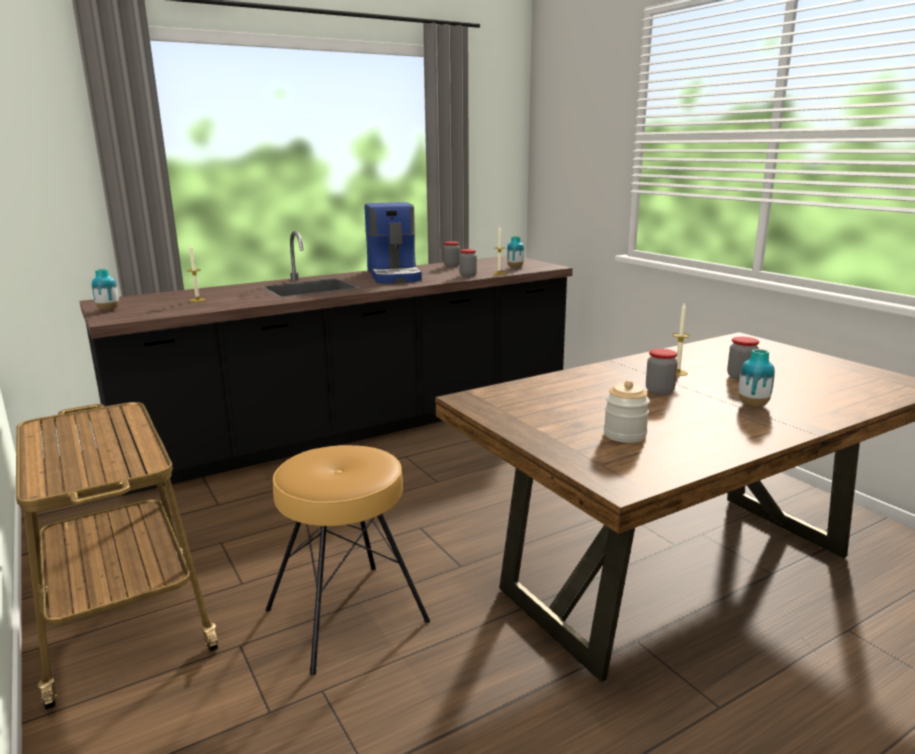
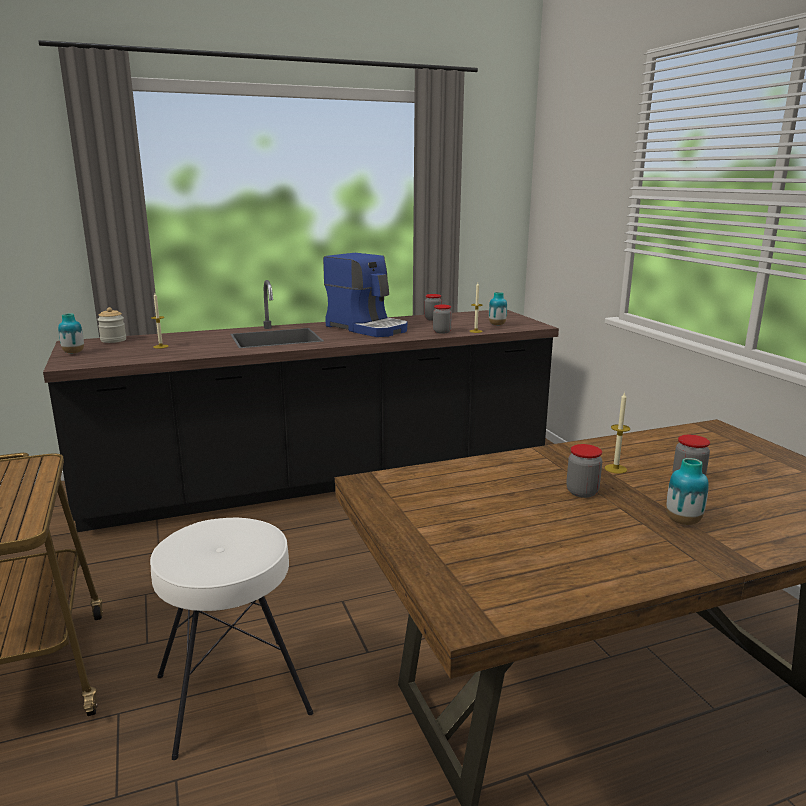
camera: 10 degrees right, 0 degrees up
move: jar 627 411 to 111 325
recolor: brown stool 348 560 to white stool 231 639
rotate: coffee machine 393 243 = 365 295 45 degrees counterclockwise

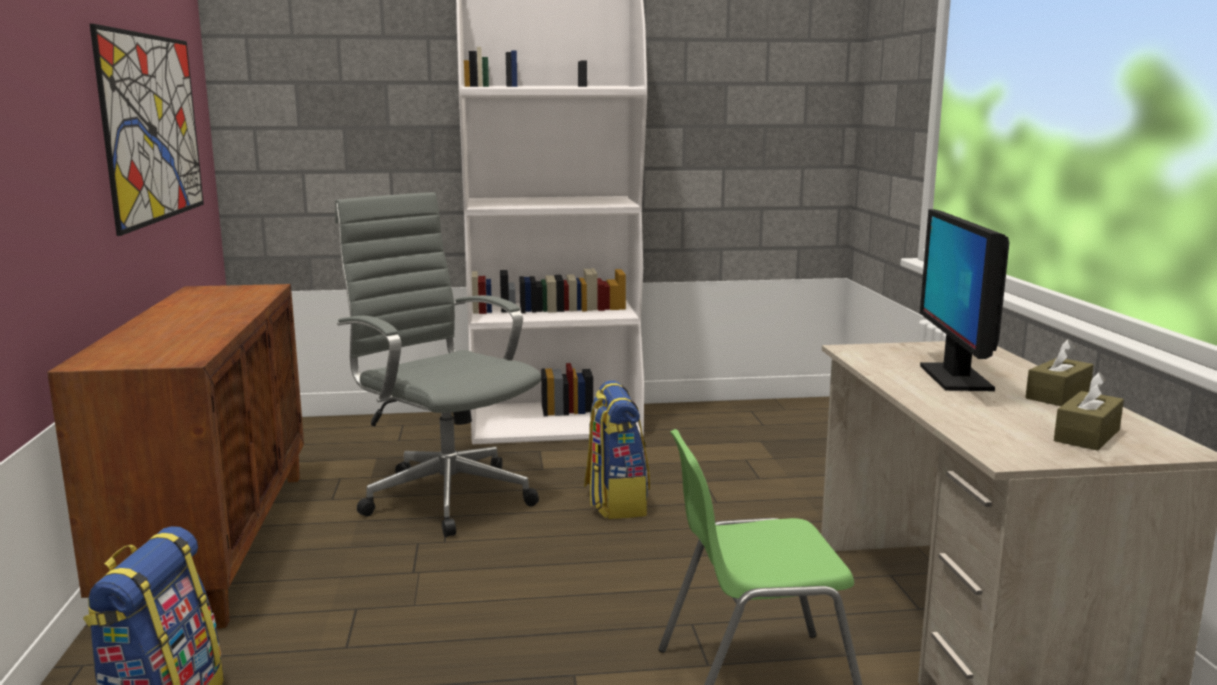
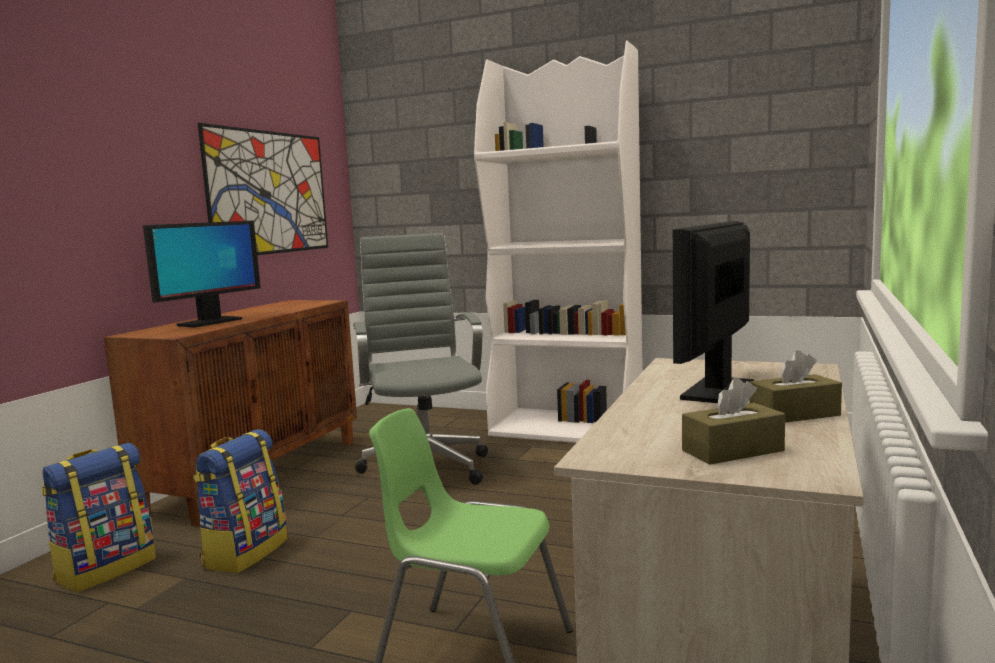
camera: 30 degrees right, 5 degrees down
insert: monitor 202 274
move: backpack 617 450 to 240 501

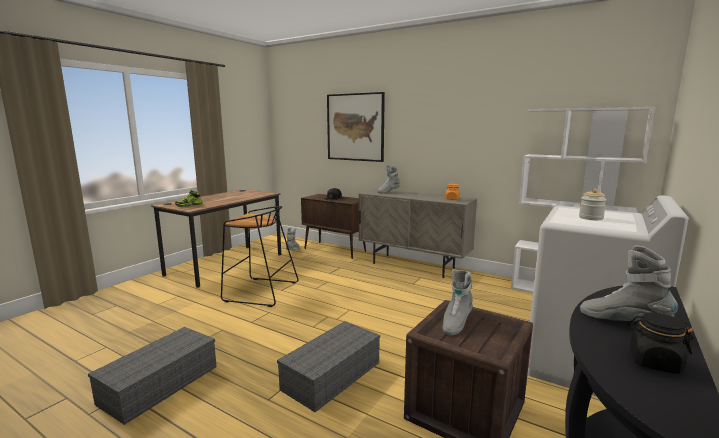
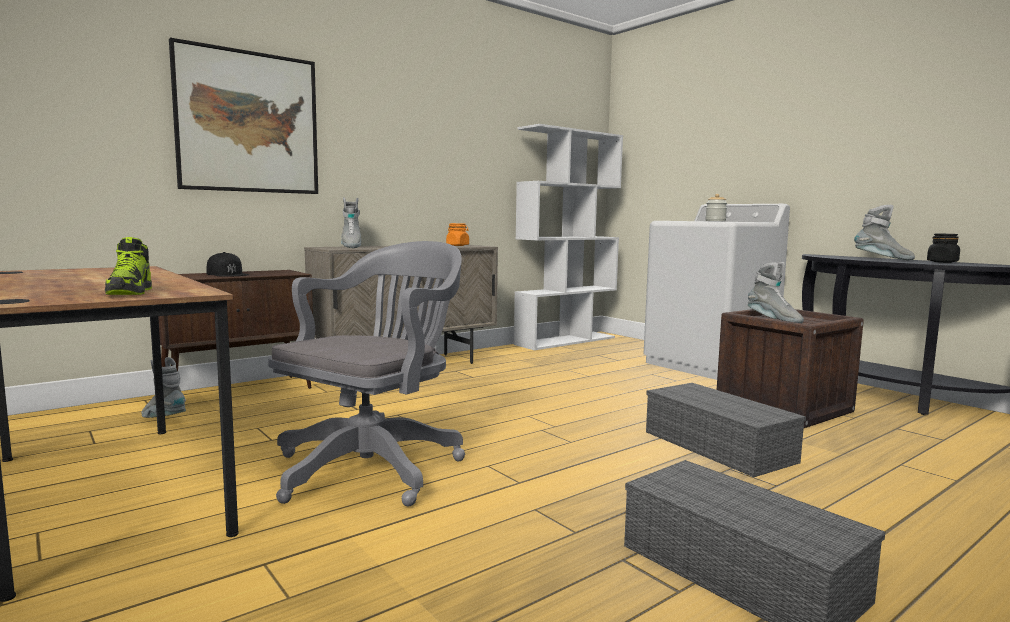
camera: 70 degrees left, 5 degrees down
replace: black stool 259 256 to grey office chair 366 374
rotate: grey boot 629 283 = 884 232 135 degrees counterclockwise

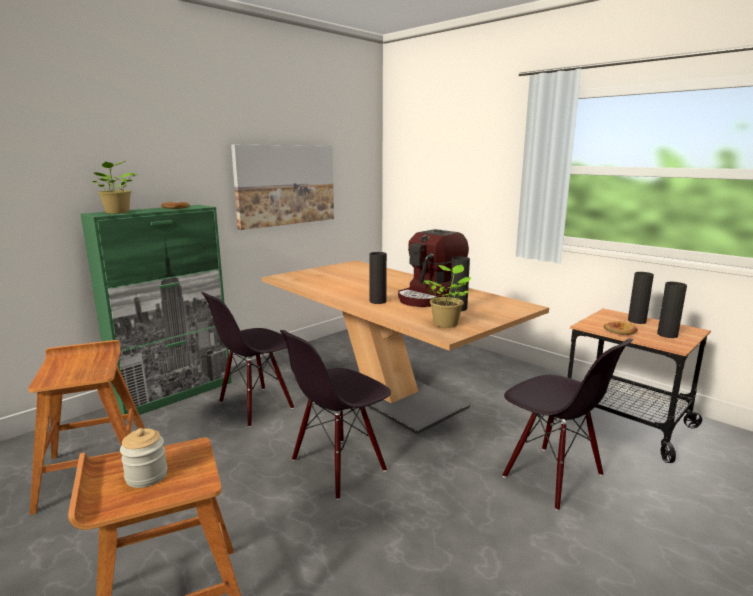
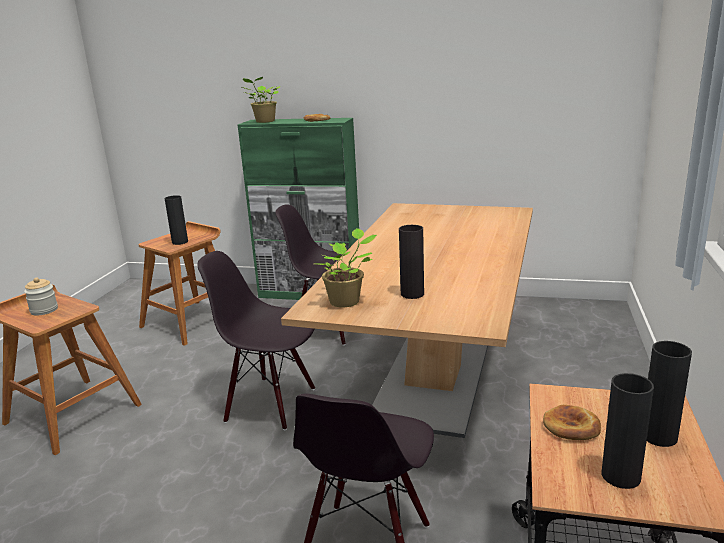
camera: 60 degrees right, 5 degrees up
delete: picture 282 187; coffee machine 433 268
move: black vase 378 278 to 176 220

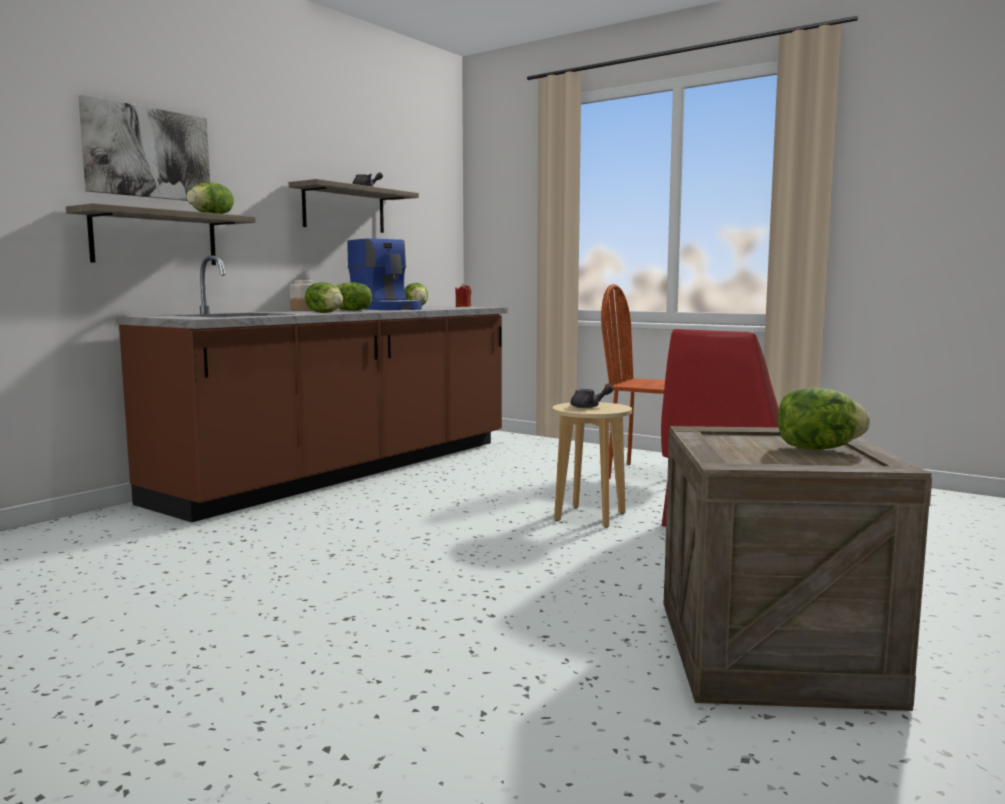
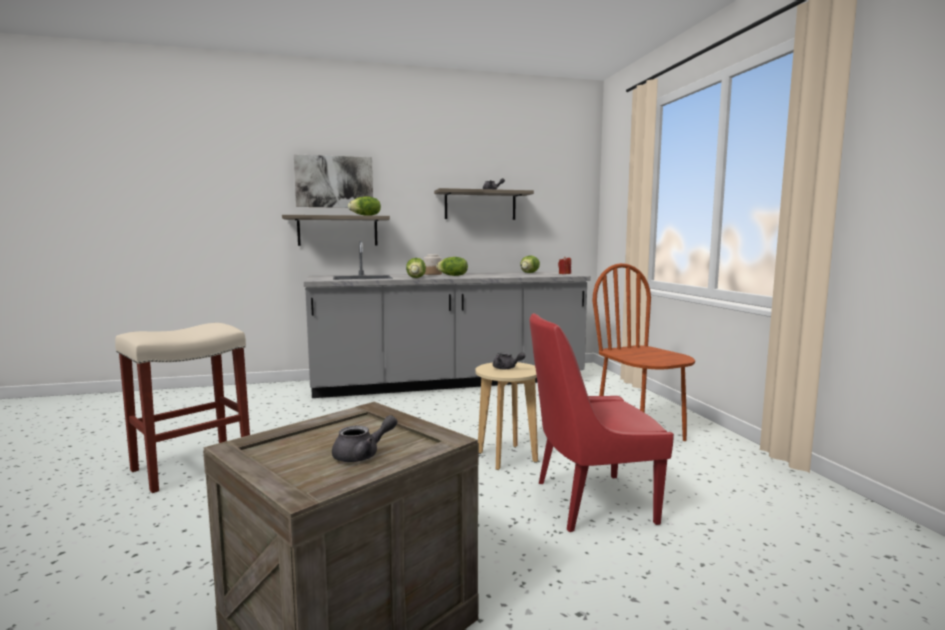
camera: 40 degrees right, 0 degrees up
delete: coffee machine 384 274
insert: beige stool 182 408
replace: lettuce 824 418 to grey teapot 364 438
recolor: brown counter 312 389 to grey counter 447 319

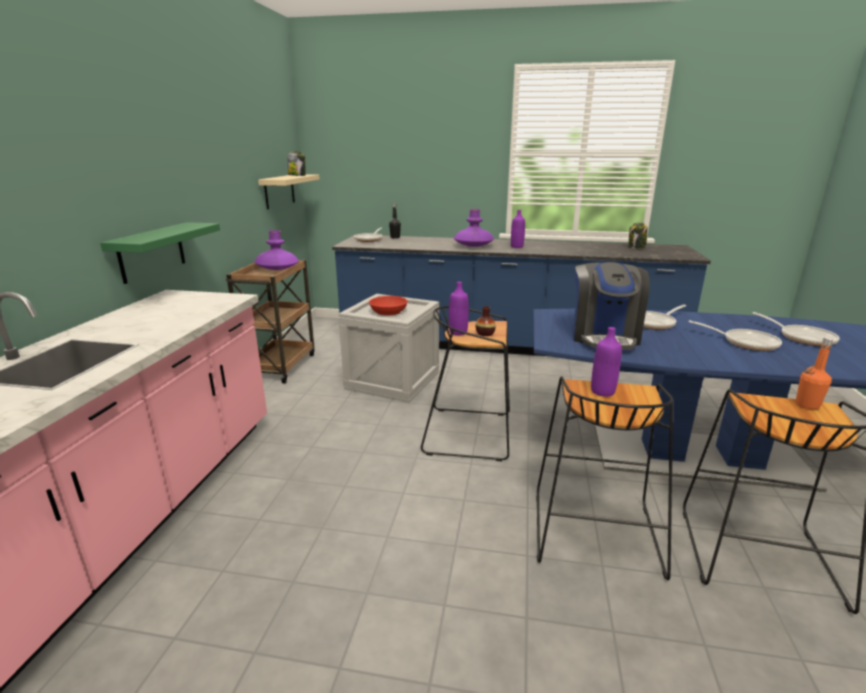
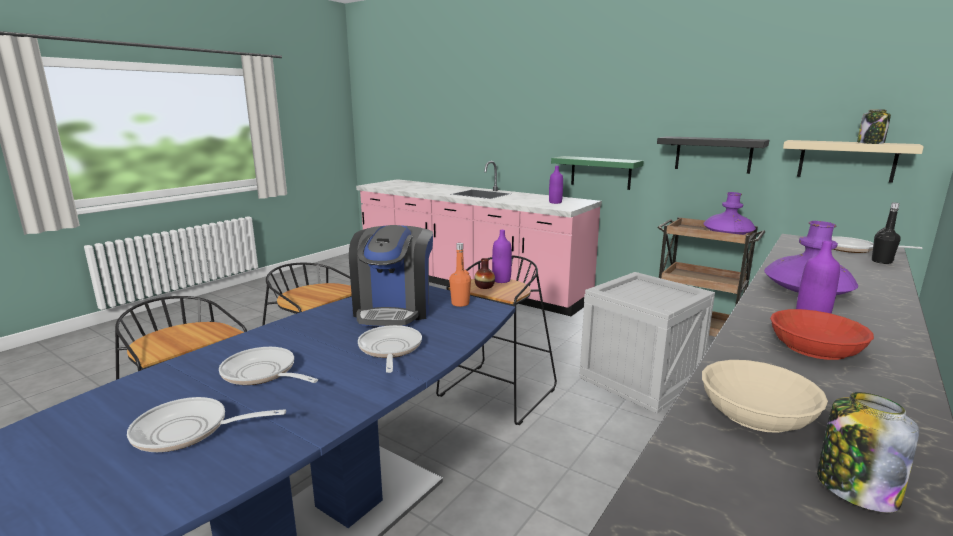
camera: 115 degrees right, 5 degrees down
insert: black shelf 713 155; beige bowl 765 396
move: red bowl 388 305 to 822 334; purple bottle 606 362 to 556 185; orange bottle 814 373 to 460 275
rotate: coffee machine 611 306 = 391 275 120 degrees counterclockwise; frying pan 735 335 = 268 366 60 degrees clockwise

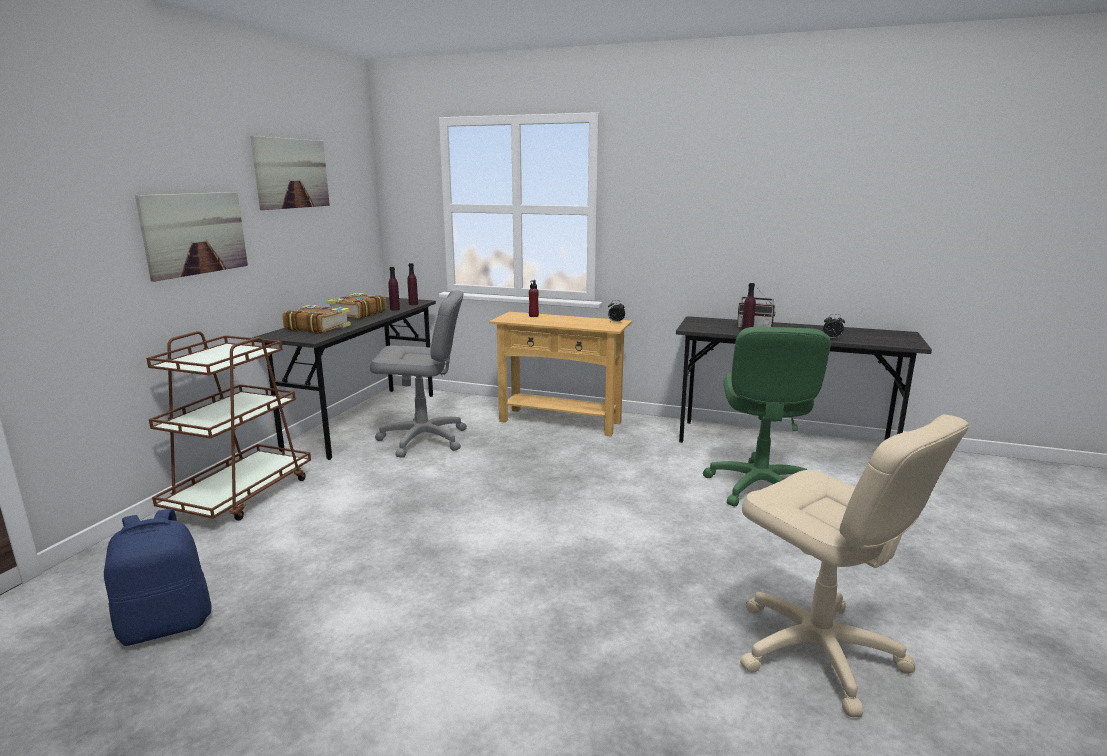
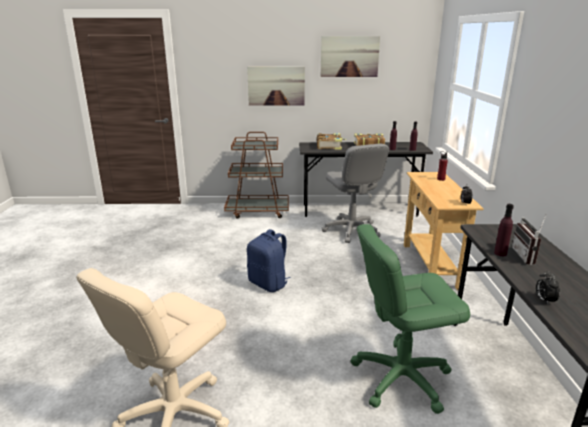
camera: 70 degrees right, 5 degrees up
move: blue backpack 158 577 to 269 260

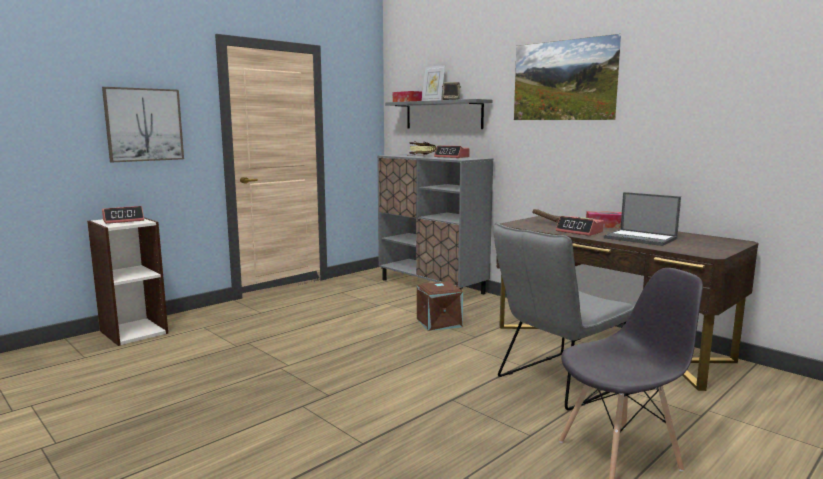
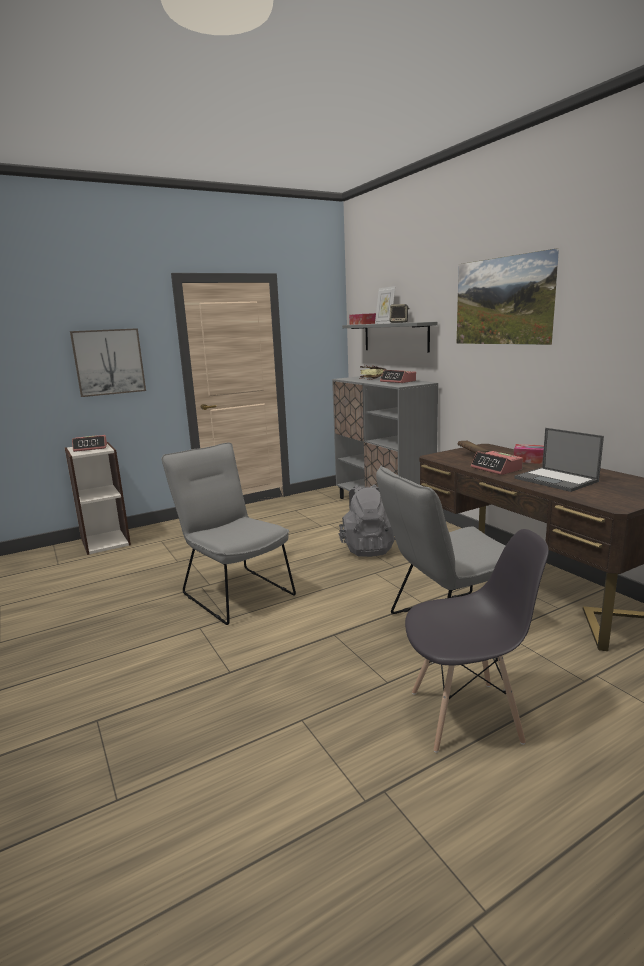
camera: 15 degrees right, 5 degrees up
insert: grey chair 228 534
replace: brown storage box 440 306 to grey backpack 367 520

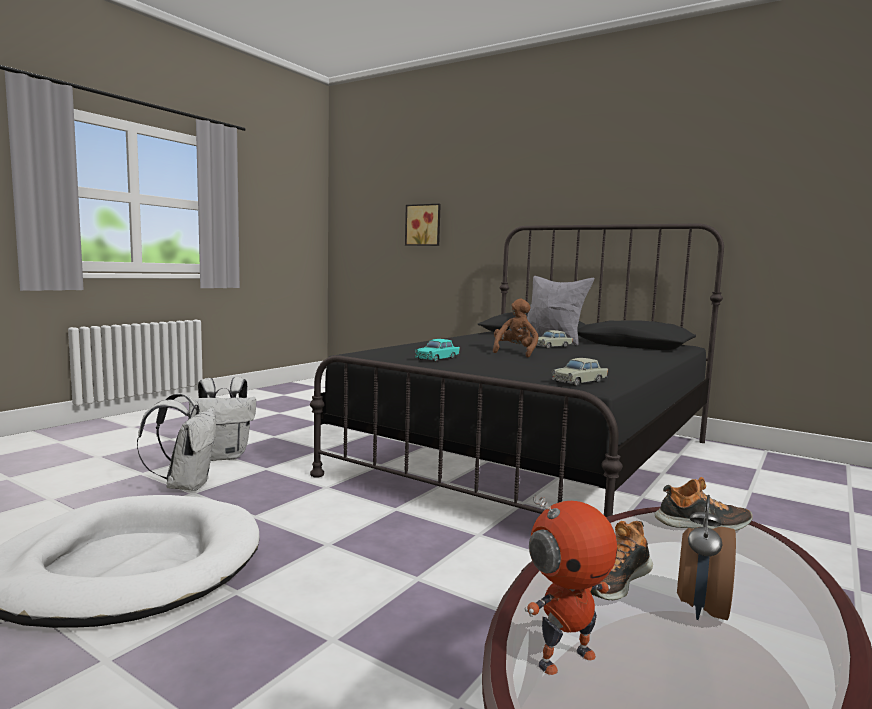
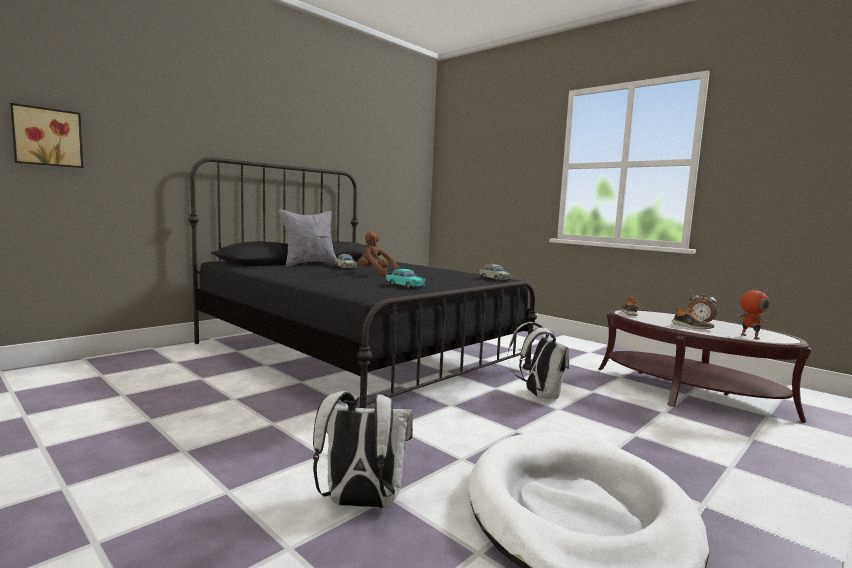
camera: 80 degrees left, 0 degrees up
move: white backpack 222 419 to 538 361

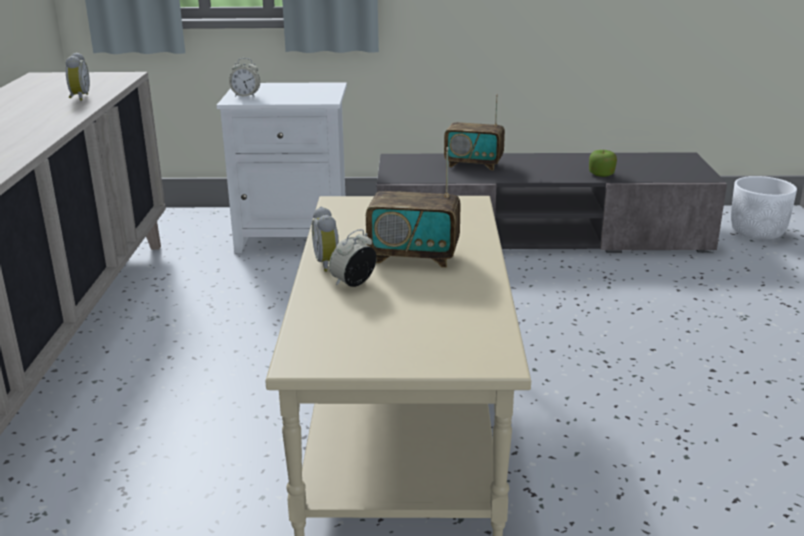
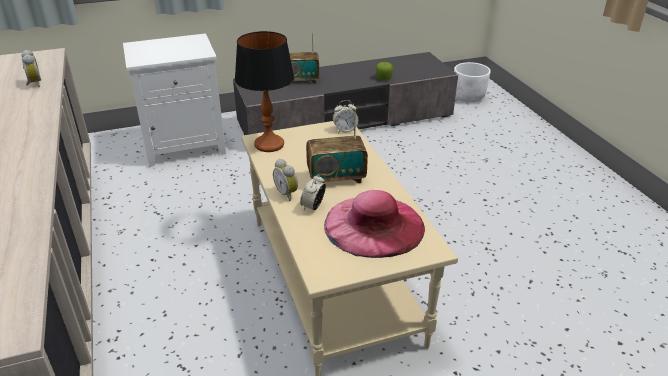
camera: 20 degrees left, 10 degrees up
insert: table lamp 264 91; pink hat 374 224
move: alarm clock 244 77 to 345 116

